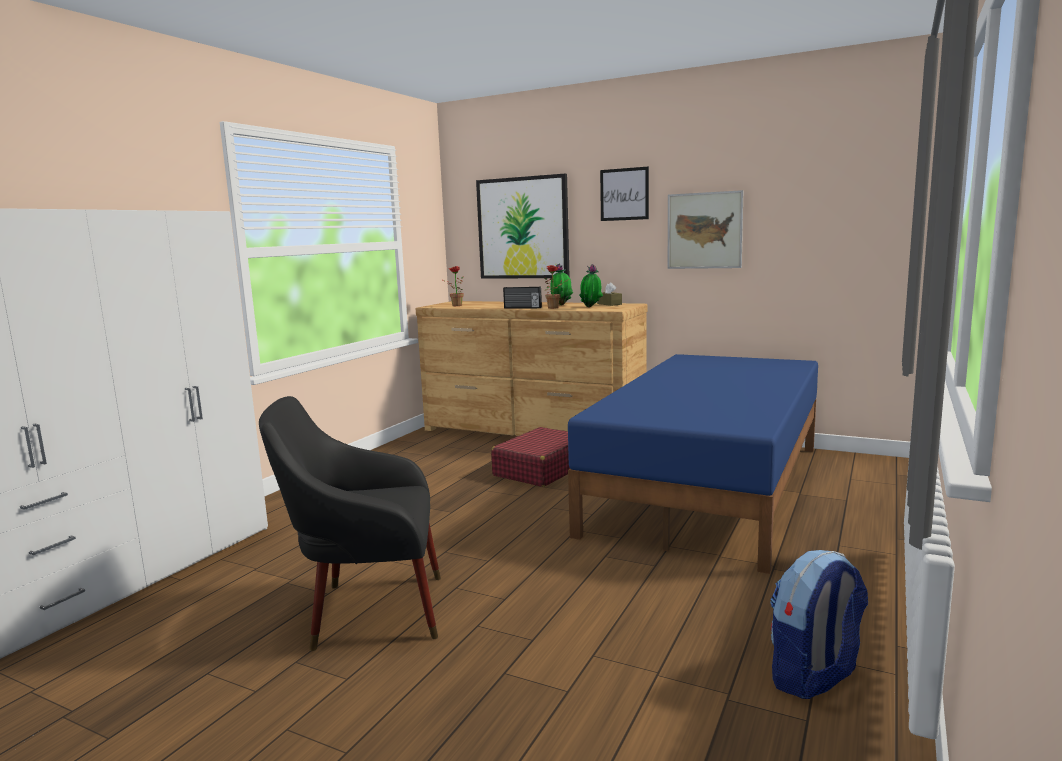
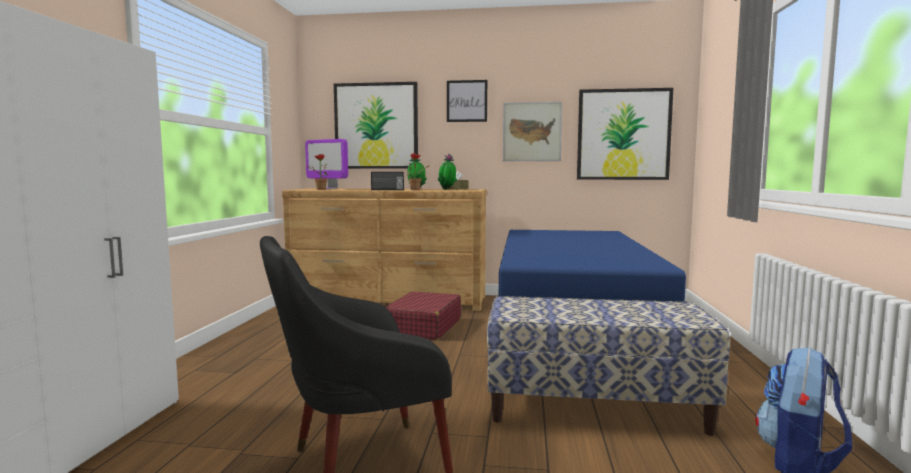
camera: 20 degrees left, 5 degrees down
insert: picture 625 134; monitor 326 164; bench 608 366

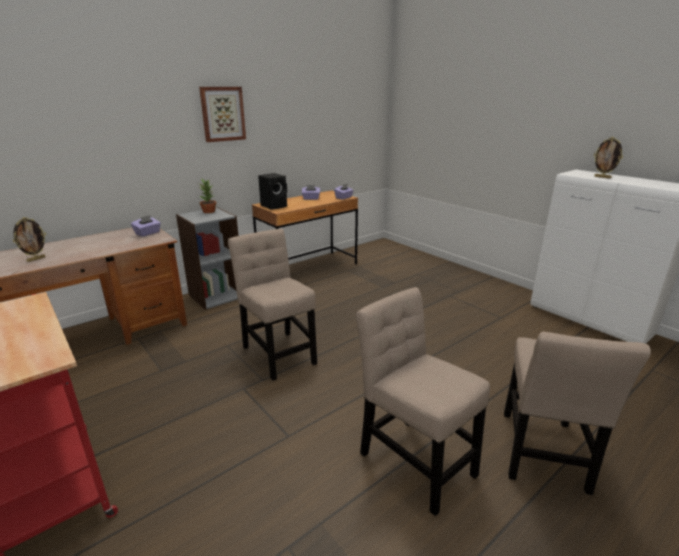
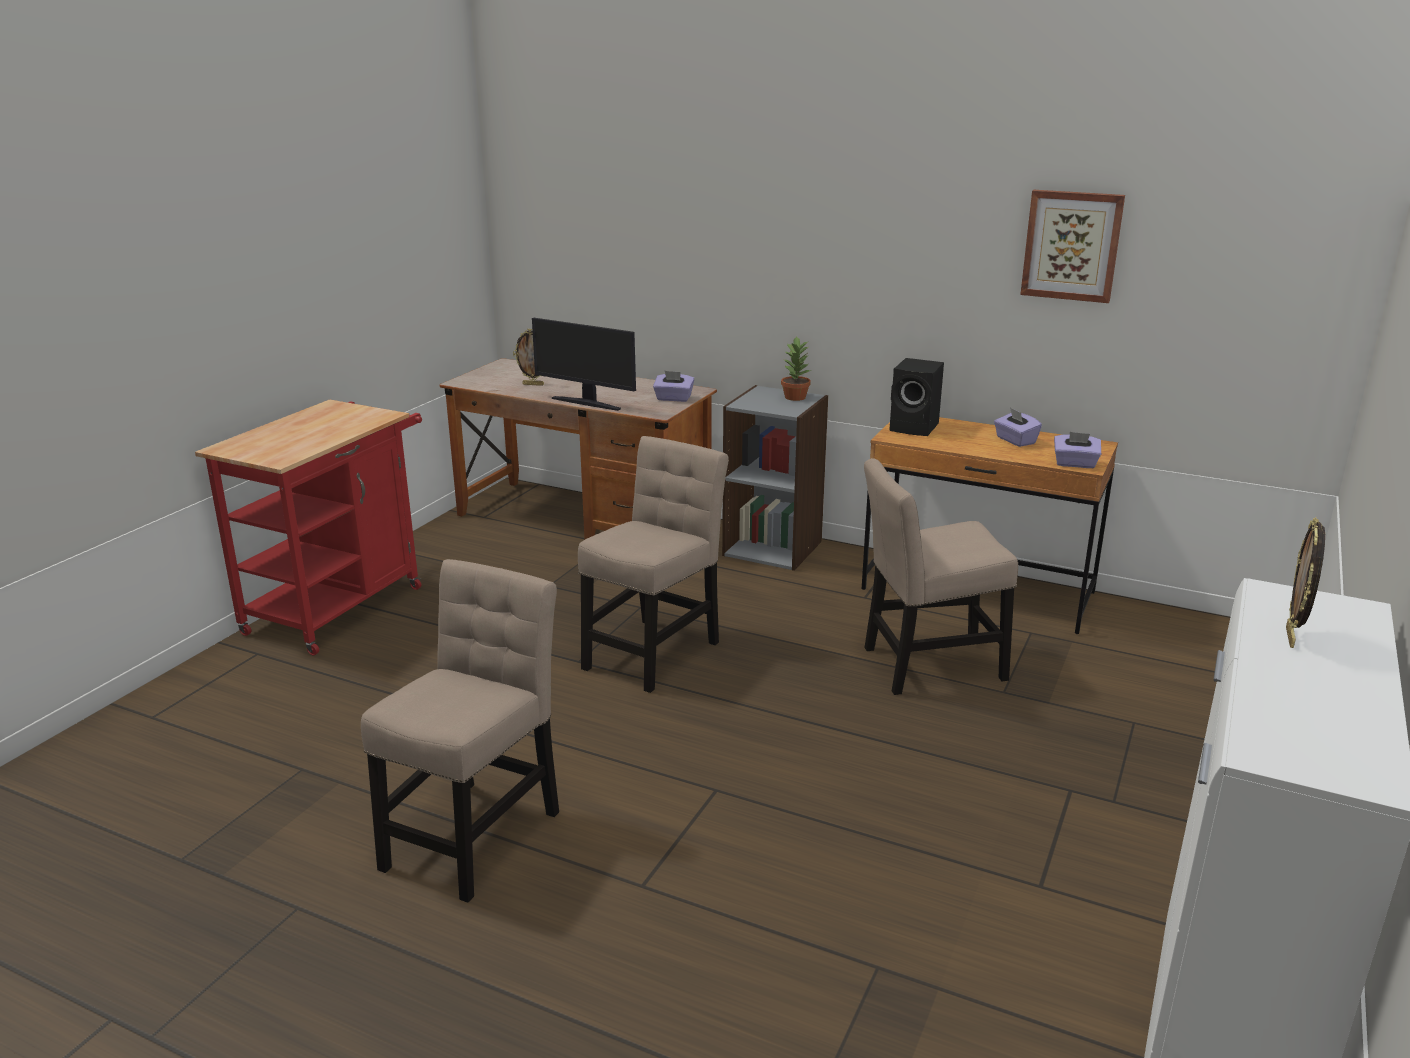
camera: 65 degrees right, 0 degrees up
insert: monitor 584 364
move: picture 222 114 to 1072 246; beige chair 577 413 to 941 576

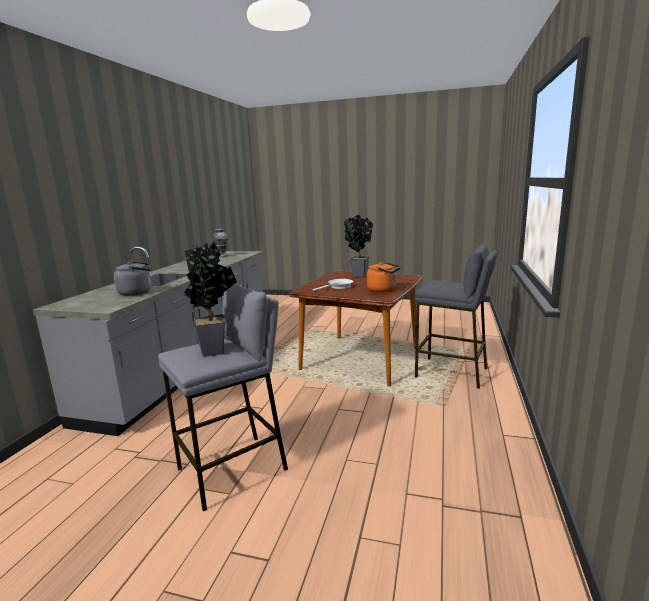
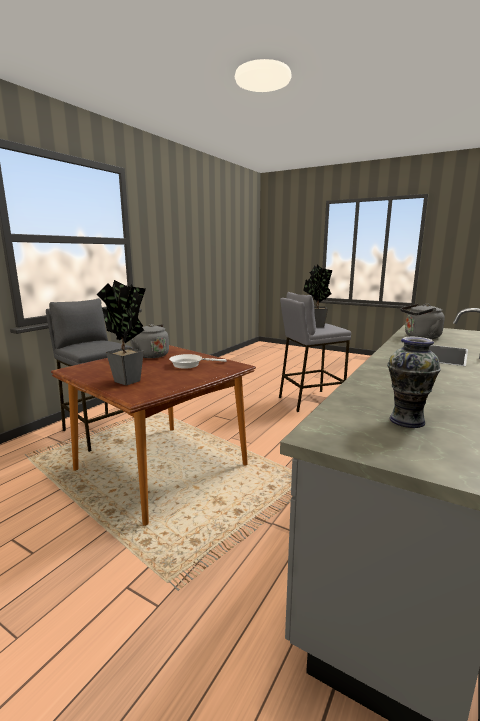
camera: 165 degrees left, 0 degrees up
recolor: orange kettle 384 277 to grey kettle 149 341

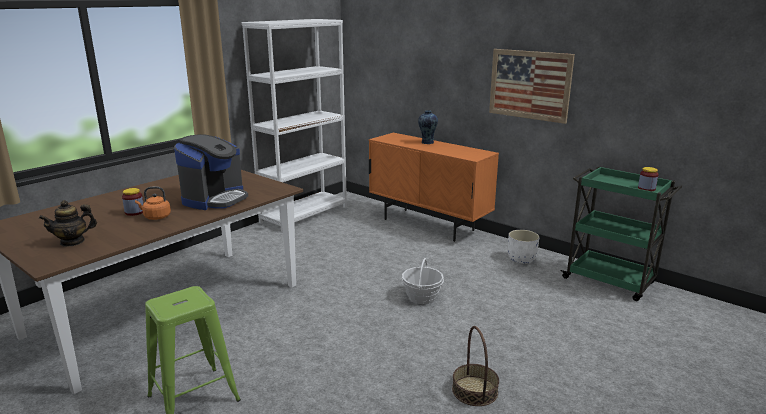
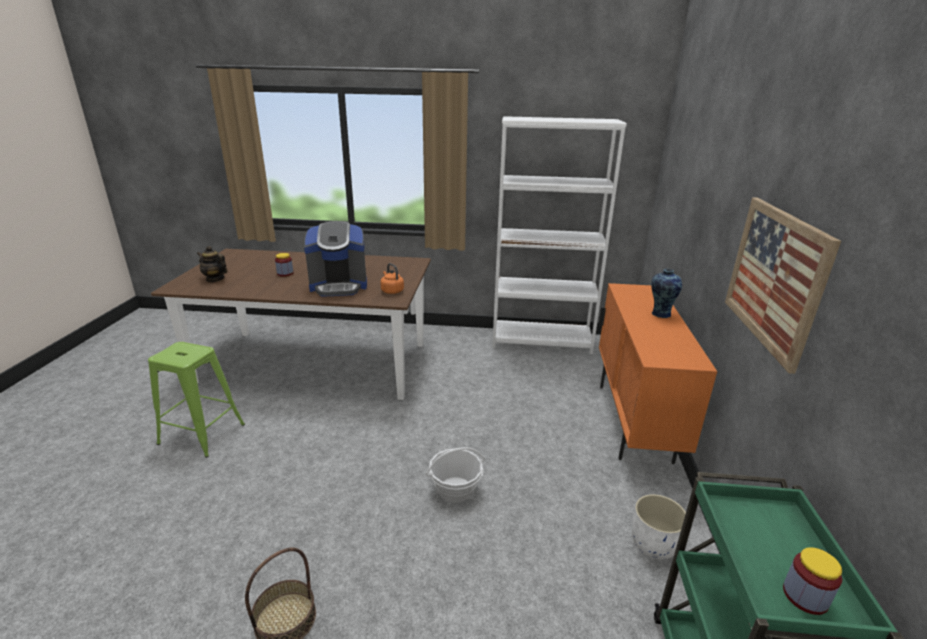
camera: 55 degrees right, 5 degrees up
move: orange kettle 153 203 to 392 278

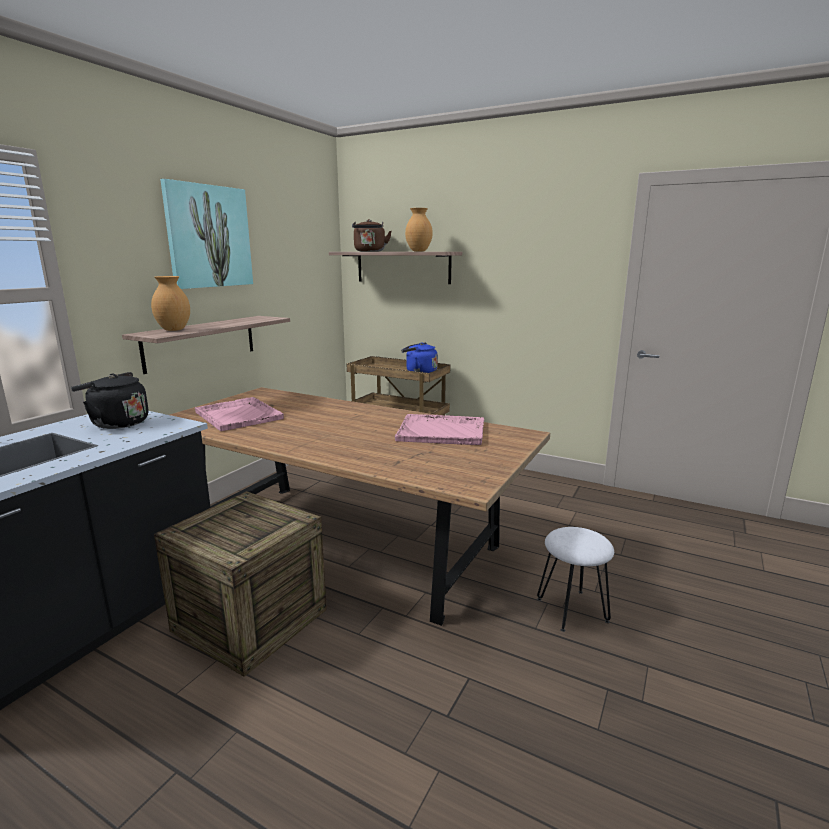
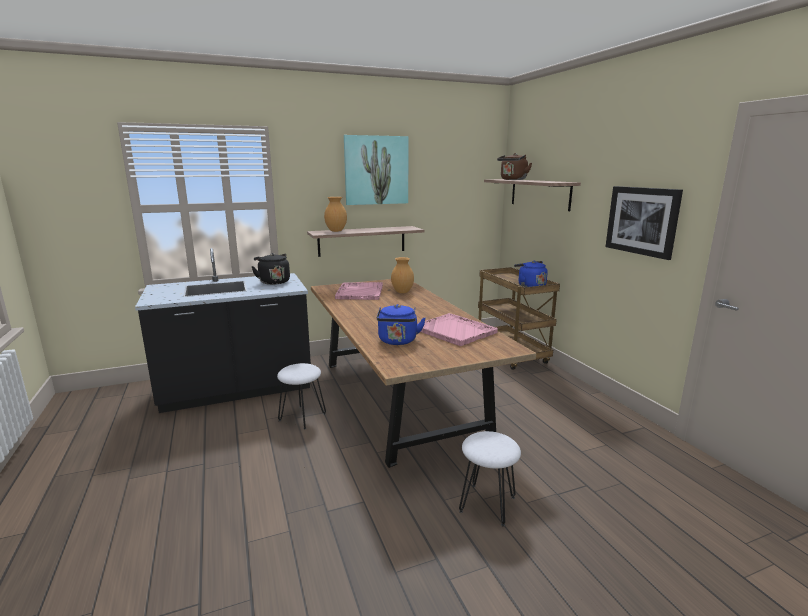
camera: 40 degrees right, 0 degrees up
insert: picture 644 223; blue kettle 401 324
move: brown vase 419 230 to 402 275
replace: crate 240 584 to white stool 301 396

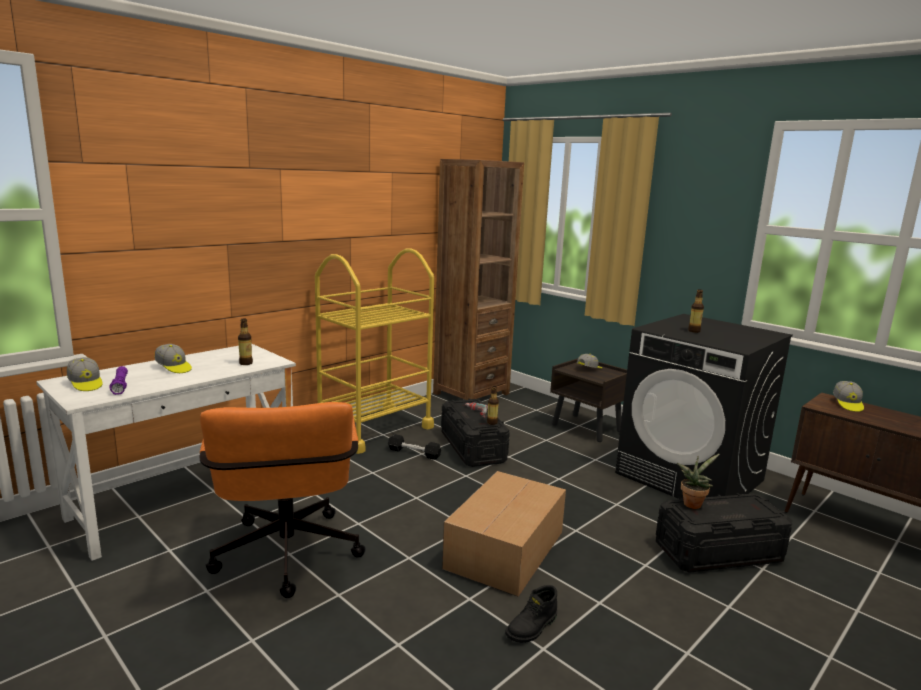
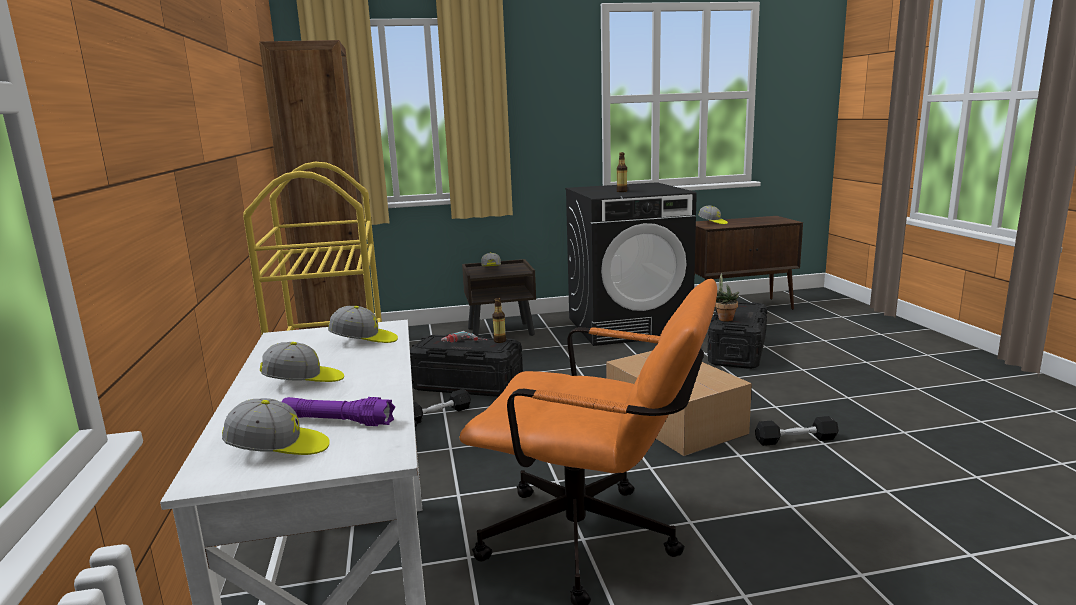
camera: 55 degrees left, 0 degrees up
replace: bottle 245 341 to cap 363 324; black boot 531 614 to black dumbbell 797 431

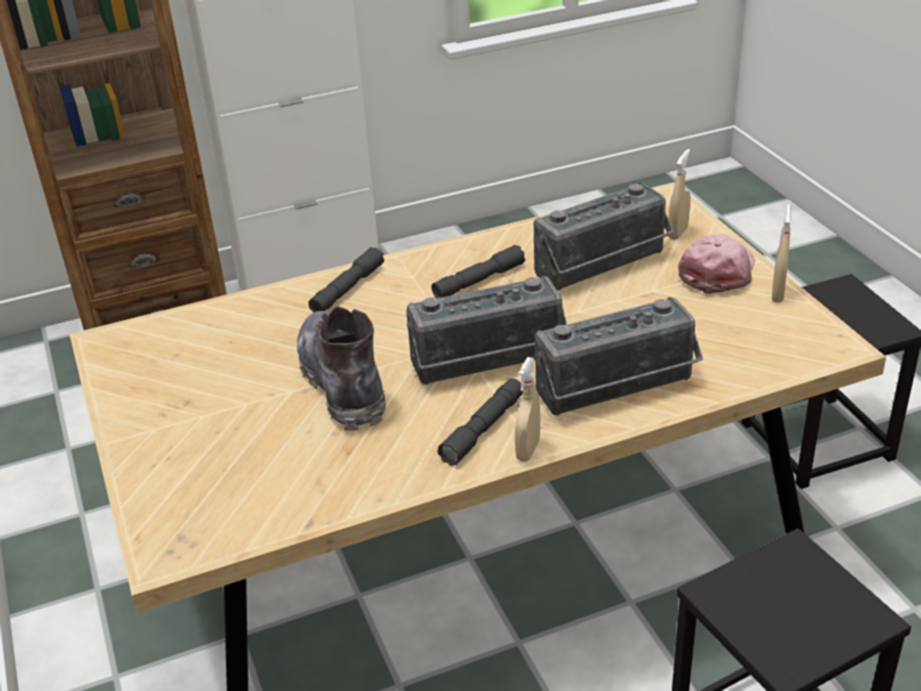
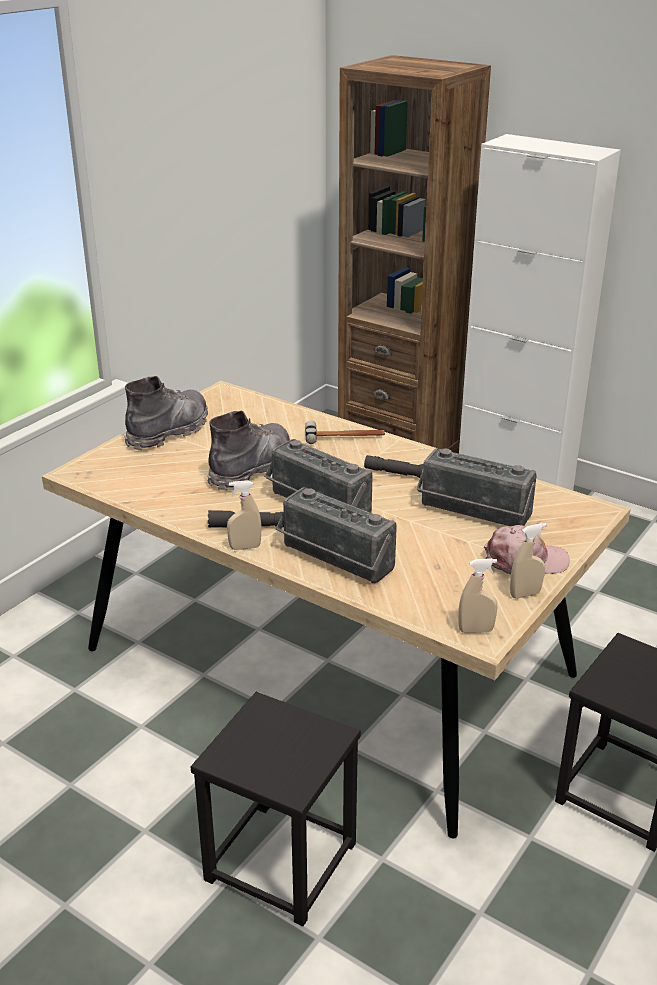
camera: 55 degrees right, 5 degrees down
insert: grey boot 166 413
move: beige spray bottle 679 194 to 477 595
replace: grey flashlight 346 279 to hammer 345 432

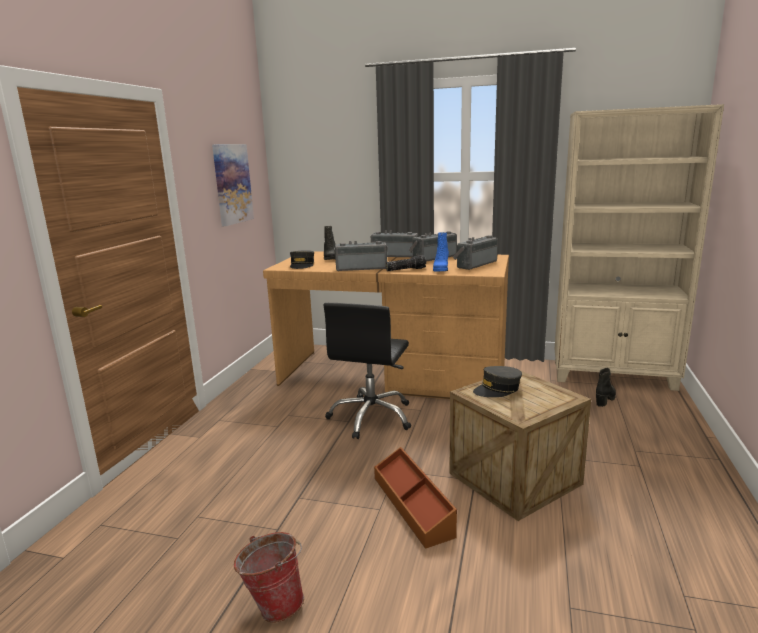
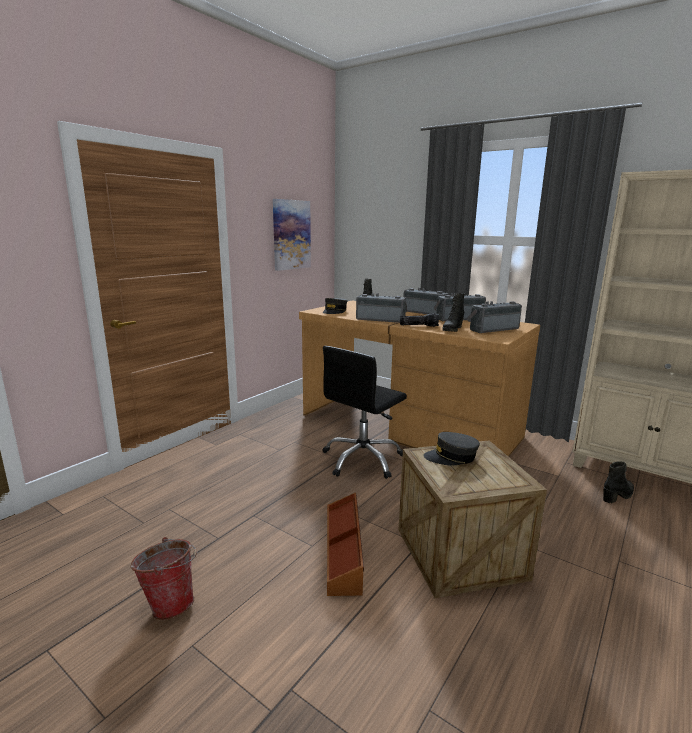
camera: 20 degrees right, 0 degrees up
recolor: blue boot 441 251 to black boot 453 312

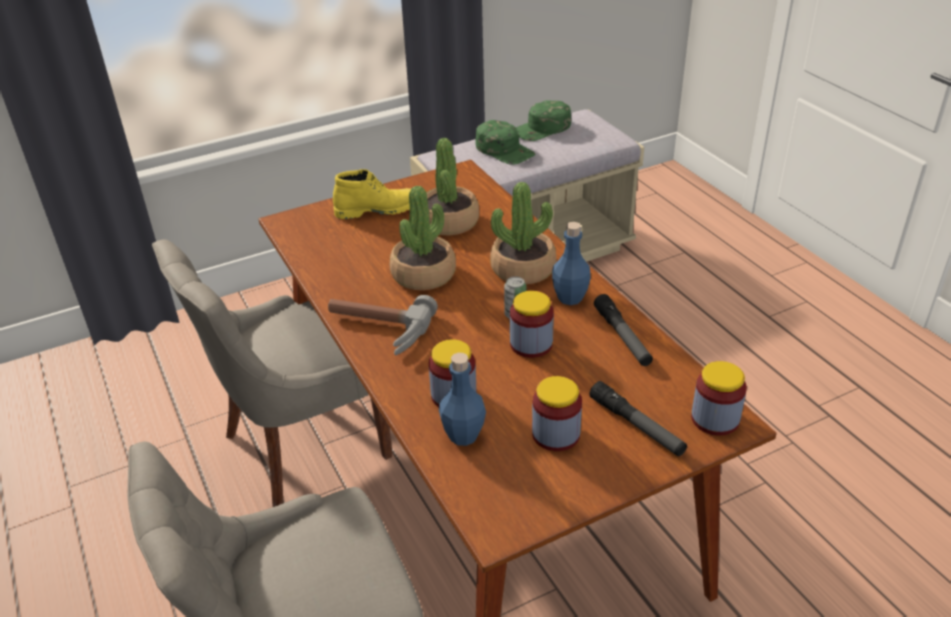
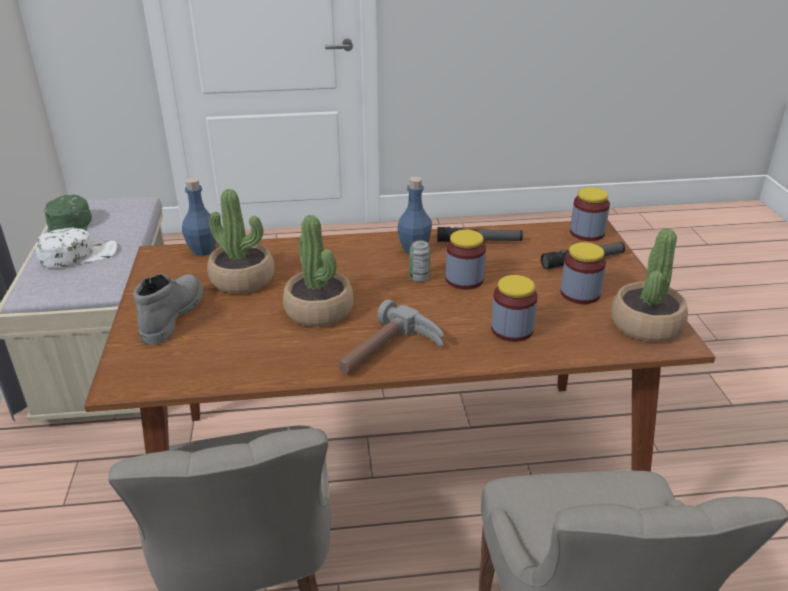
camera: 70 degrees left, 5 degrees down
move: potted plant 523 233 to 649 285; blue bottle 462 399 to 199 217
recolor: green cap 505 142 to white cap 76 248; yellow boot 372 194 to grey boot 168 309

